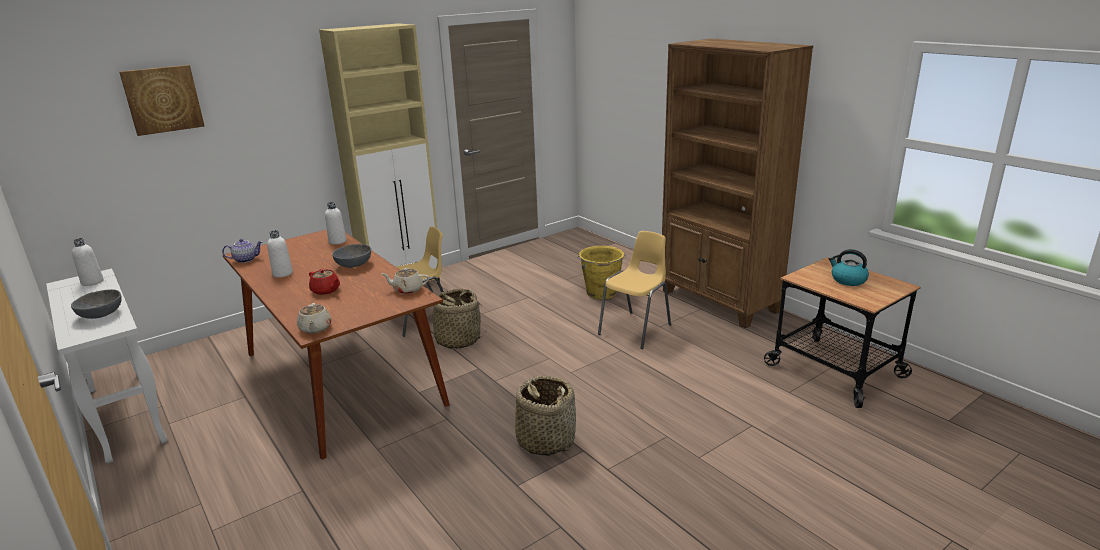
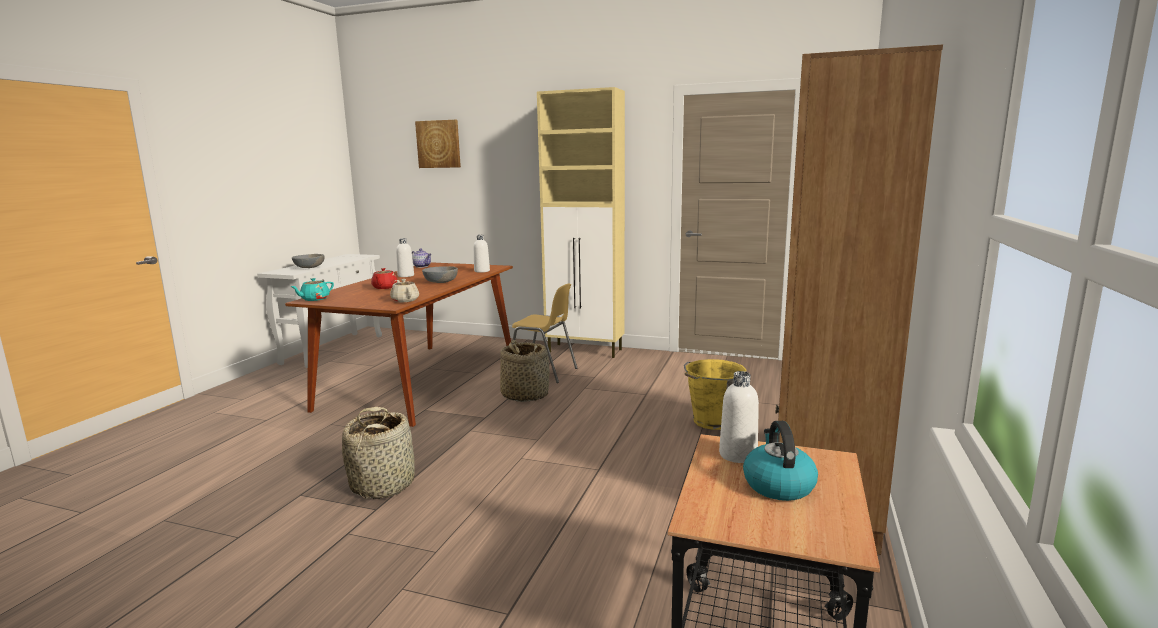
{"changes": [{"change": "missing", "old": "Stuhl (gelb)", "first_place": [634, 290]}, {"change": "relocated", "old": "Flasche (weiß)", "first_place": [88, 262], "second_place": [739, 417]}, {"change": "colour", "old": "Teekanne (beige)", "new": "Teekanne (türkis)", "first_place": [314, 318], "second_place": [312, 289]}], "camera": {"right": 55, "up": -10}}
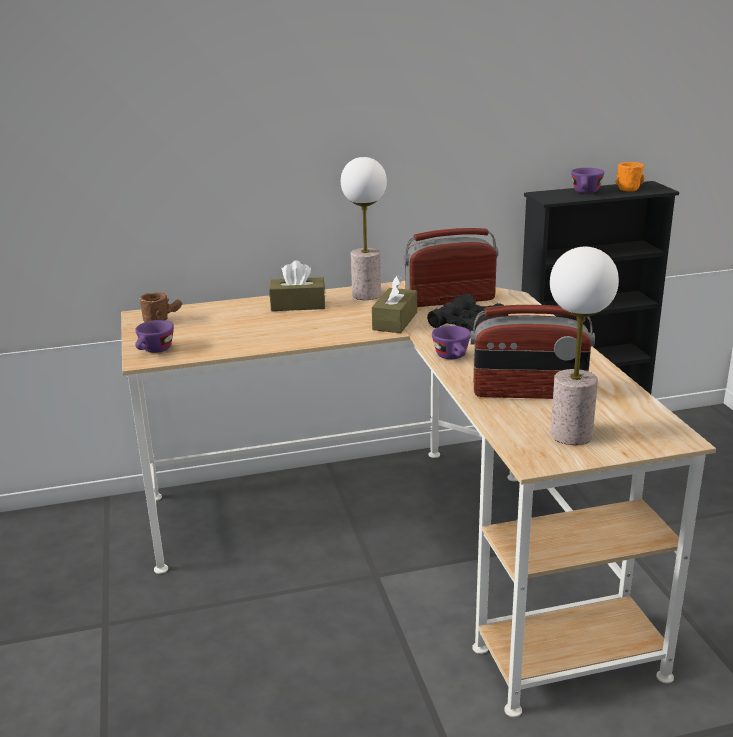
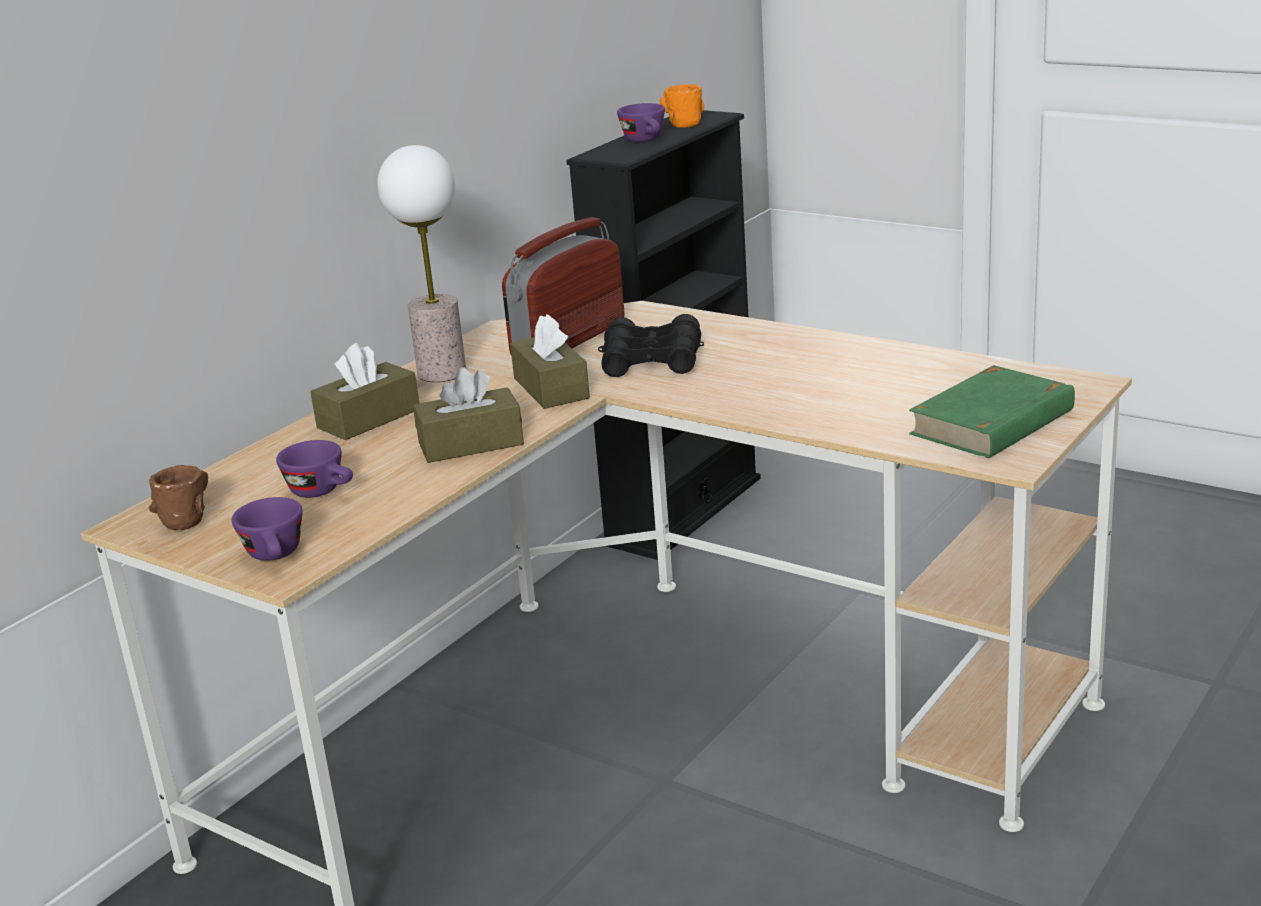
{"changes": [{"change": "exchanged", "old": "Tischlampe", "new": "Buch (grün)", "first_place": [584, 346], "second_place": [992, 411]}, {"change": "missing", "old": "Radio", "first_place": [532, 352]}, {"change": "relocated", "old": "Tasse (lila)", "first_place": [451, 342], "second_place": [314, 469]}, {"change": "appeared", "new": "Taschentuchbox (braun)", "second_place": [468, 415]}], "camera": {"right": -40, "up": 0}}
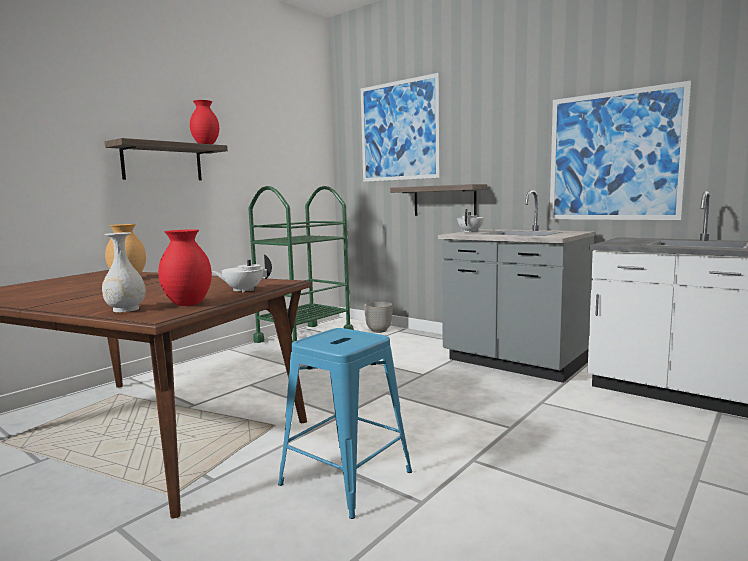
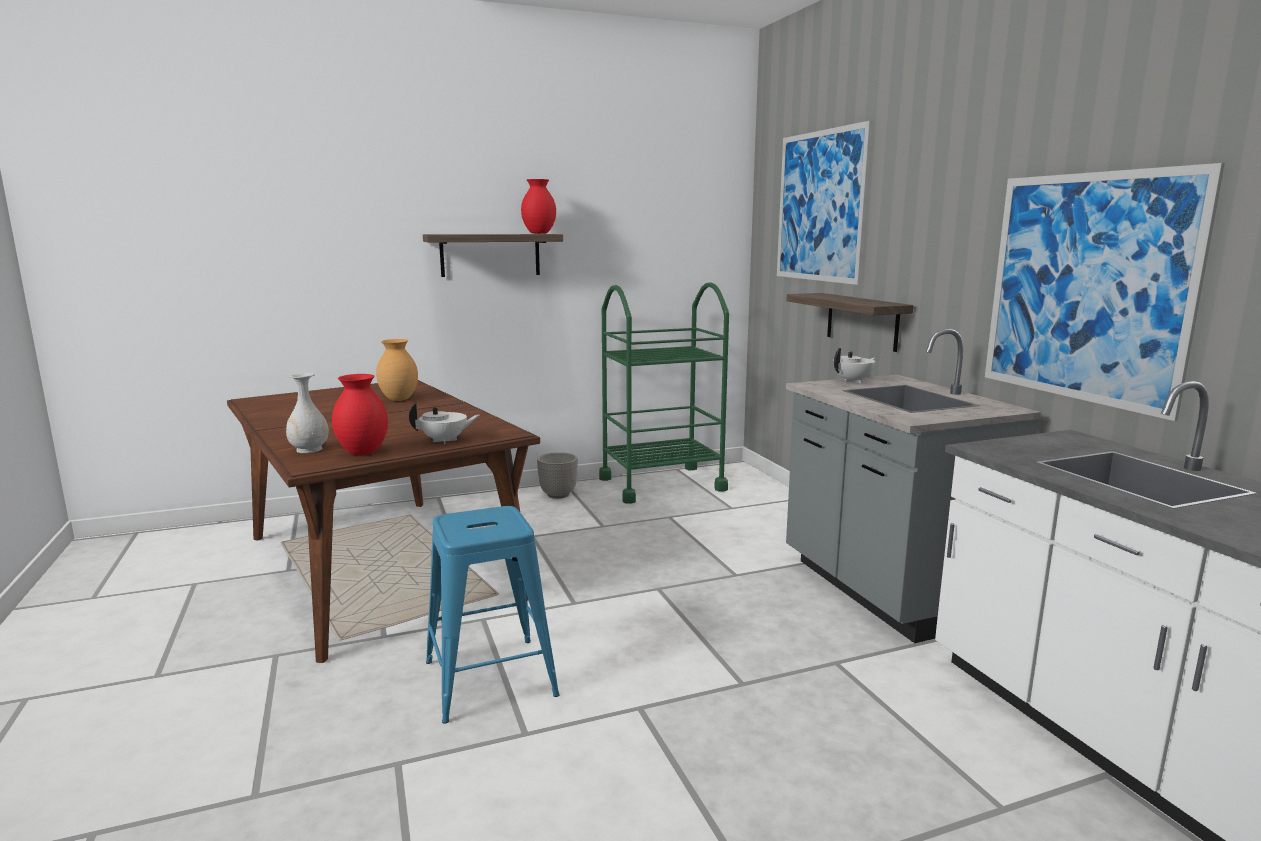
{"changes": [{"change": "spun", "old": "Teekanne (weiß)", "first_place": [242, 273], "second_place": [444, 423], "degrees": 135}, {"change": "relocated", "old": "Pflanzkübel", "first_place": [378, 317], "second_place": [557, 475]}], "camera": {"right": 30, "up": 5}}
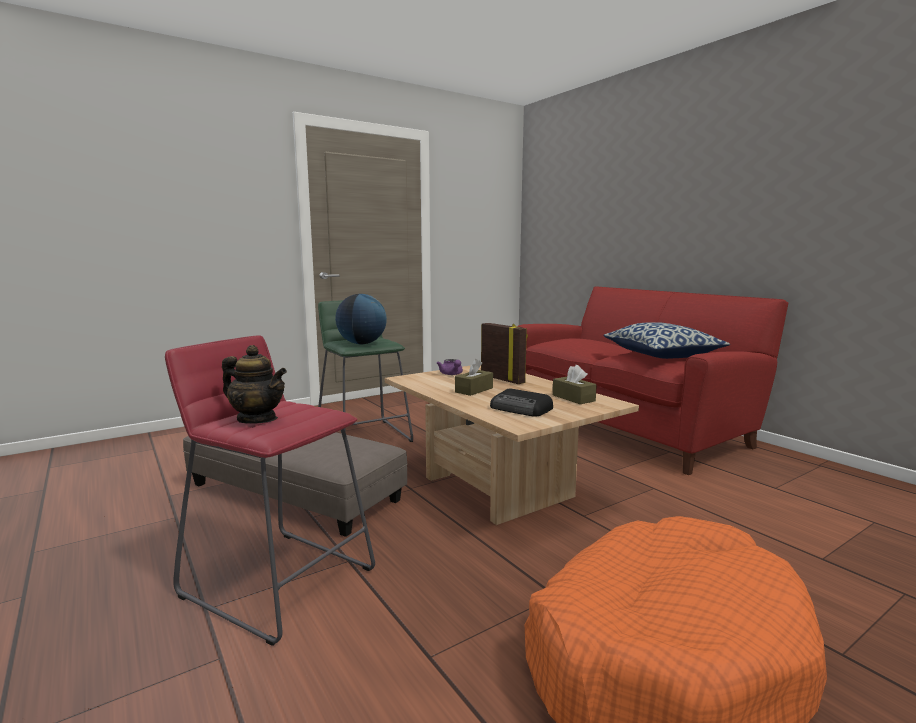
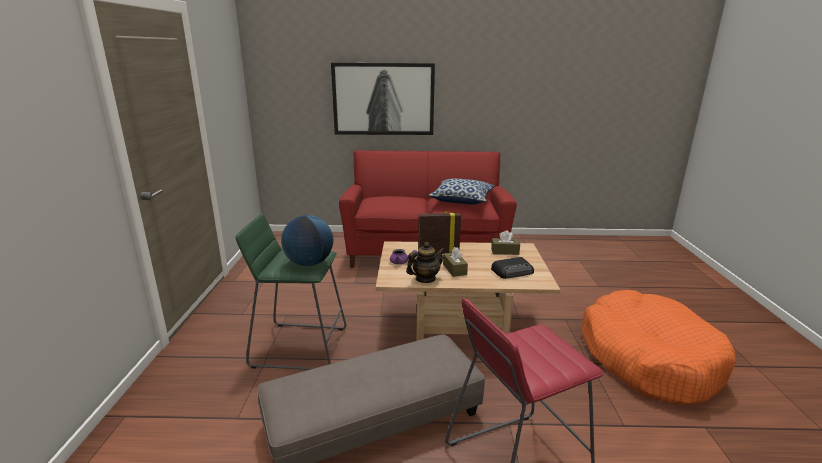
{"changes": [{"change": "relocated", "old": "Teekanne", "first_place": [254, 384], "second_place": [425, 262]}, {"change": "appeared", "new": "Bild", "second_place": [383, 99]}], "camera": {"right": -55, "up": 10}}
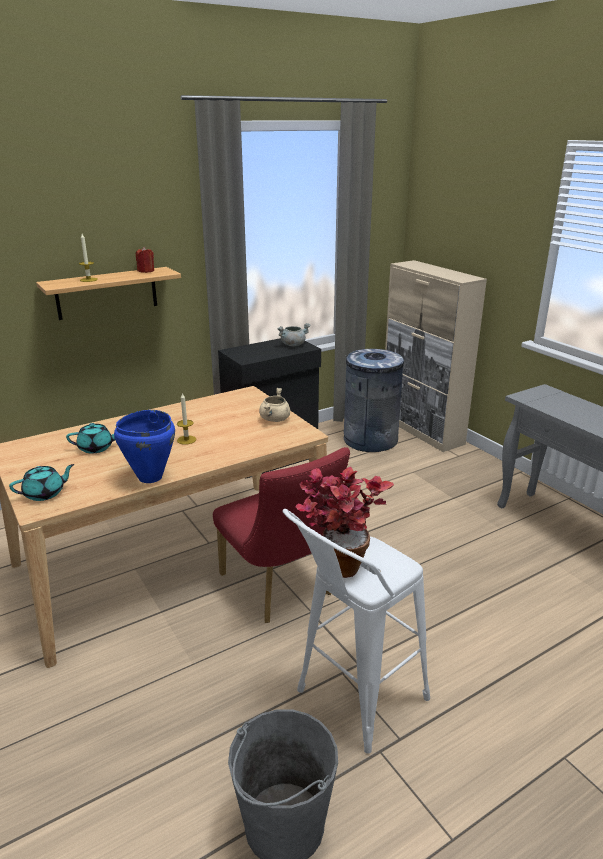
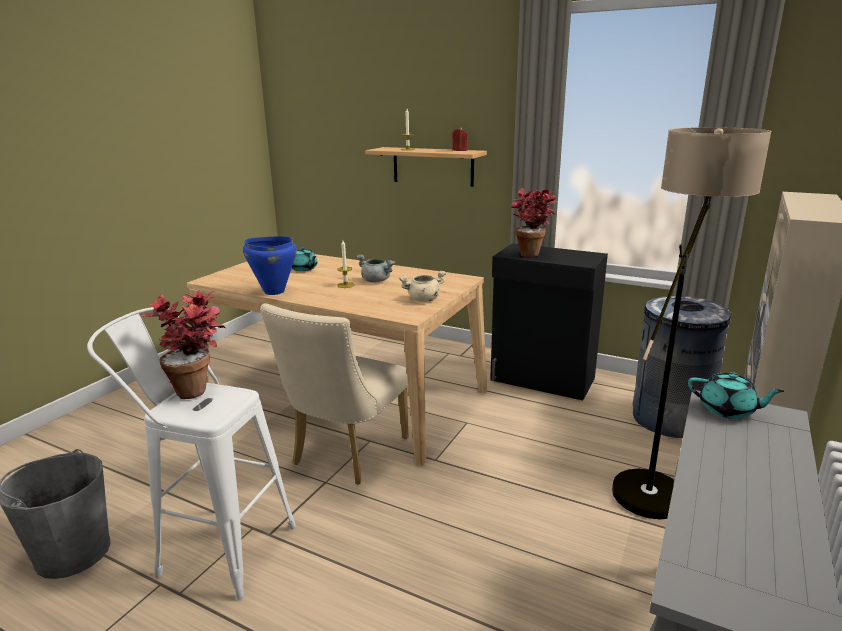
{"changes": [{"change": "relocated", "old": "Kochtopf (grau)", "first_place": [294, 334], "second_place": [375, 268]}, {"change": "colour", "old": "Stuhl (rot)", "new": "Stuhl (beige)", "first_place": [281, 535], "second_place": [334, 394]}, {"change": "relocated", "old": "Teekanne (türkis)", "first_place": [41, 482], "second_place": [736, 395]}, {"change": "appeared", "new": "Stehlampe", "second_place": [692, 323]}, {"change": "appeared", "new": "Topfpflanze", "second_place": [534, 222]}], "camera": {"right": 60, "up": -5}}
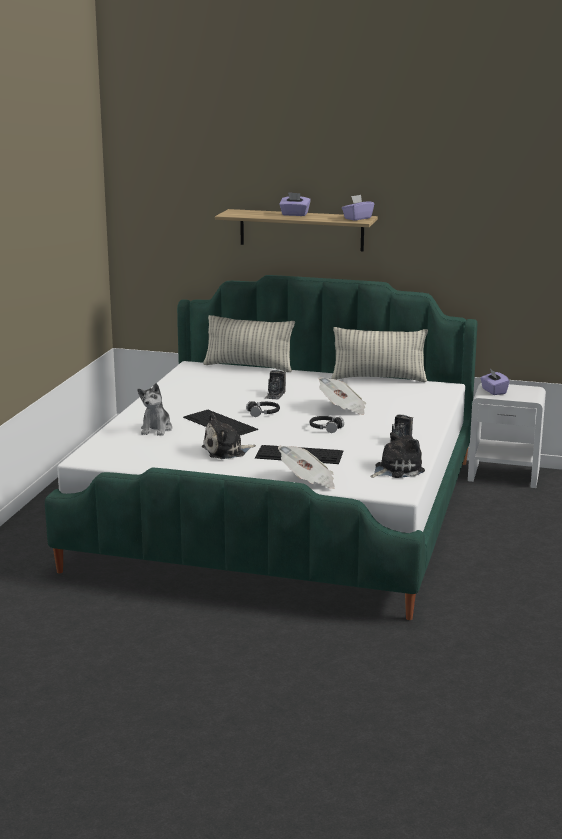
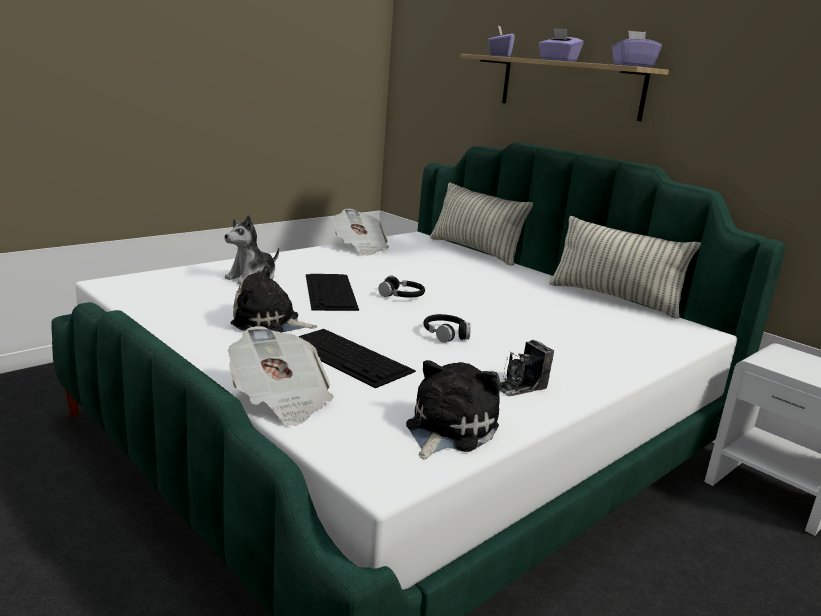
{"changes": [{"change": "relocated", "old": "Taschentuchbox (lila)", "first_place": [495, 382], "second_place": [501, 41]}, {"change": "missing", "old": "Kamera", "first_place": [275, 385]}, {"change": "relocated", "old": "Zeitung", "first_place": [342, 396], "second_place": [361, 232]}, {"change": "spun", "old": "Plüschtier", "first_place": [397, 455], "second_place": [453, 410], "degrees": -60}], "camera": {"right": 30, "up": 0}}
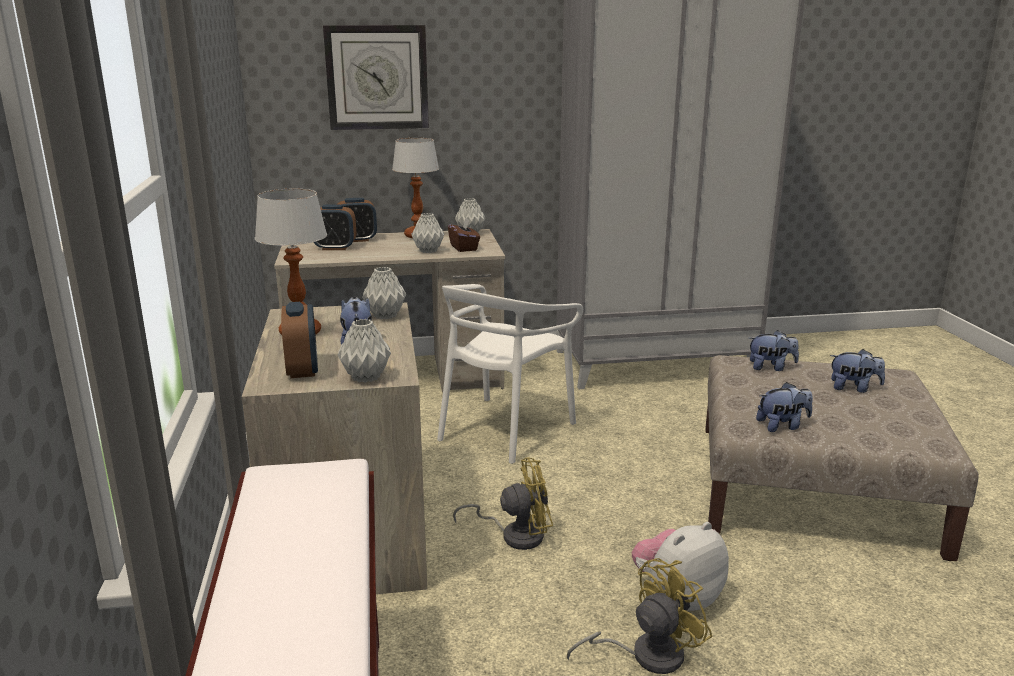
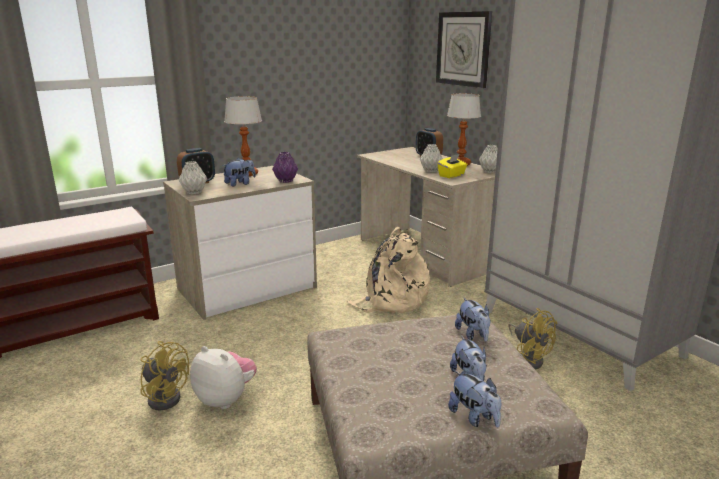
{"changes": [{"change": "missing", "old": "Wecker", "first_place": [335, 227]}, {"change": "colour", "old": "Taschentuchbox (braun)", "new": "Taschentuchbox (gelb)", "first_place": [464, 235], "second_place": [452, 166]}, {"change": "colour", "old": "Vase (grau)", "new": "Vase (lila)", "first_place": [384, 293], "second_place": [285, 167]}, {"change": "exchanged", "old": "Stuhl (weiß)", "new": "Rucksack (beige)", "first_place": [510, 374], "second_place": [388, 269]}, {"change": "relocated", "old": "Plüschtier", "first_place": [784, 407], "second_place": [474, 399]}, {"change": "relocated", "old": "Ventilator (gelb)", "first_place": [503, 504], "second_place": [532, 338]}], "camera": {"right": 65, "up": 0}}
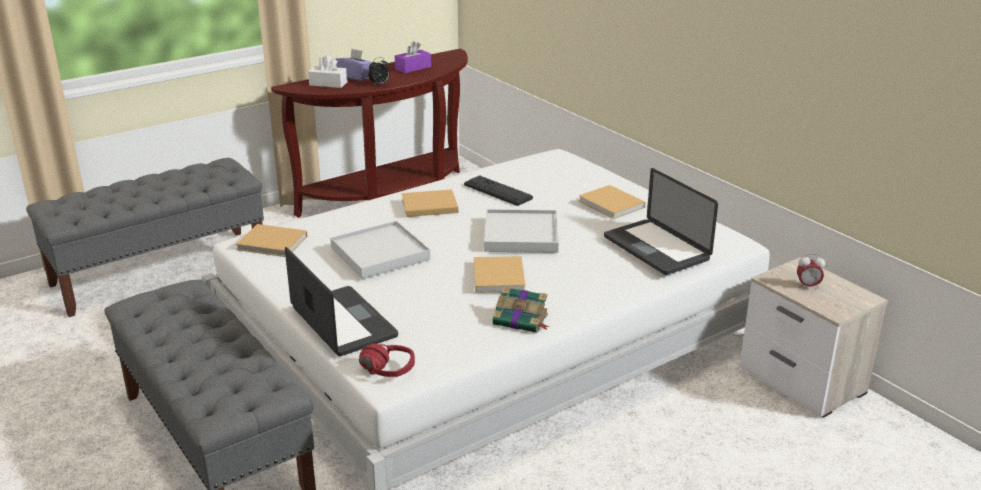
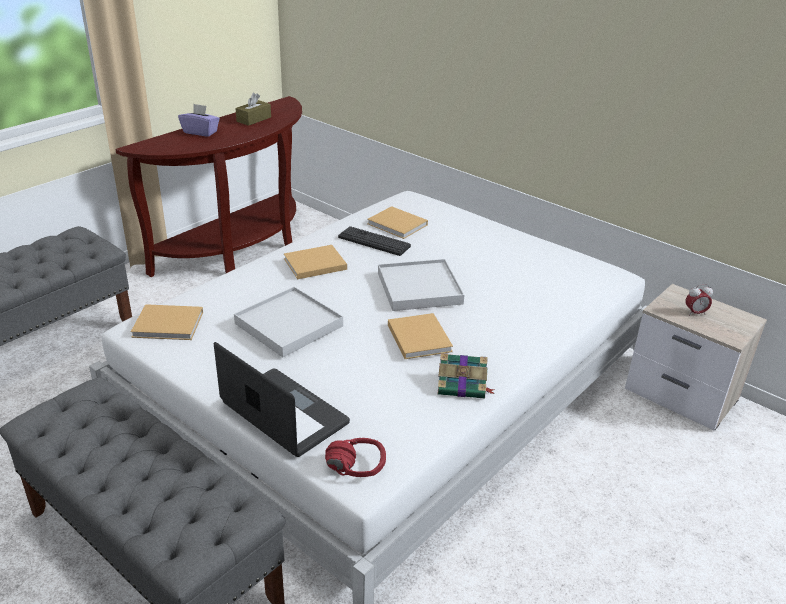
{"changes": [{"change": "colour", "old": "Taschentuchbox (lila)", "new": "Taschentuchbox (braun)", "first_place": [413, 57], "second_place": [253, 109]}, {"change": "missing", "old": "Taschentuchbox (weiß)", "first_place": [327, 71]}, {"change": "missing", "old": "Wecker", "first_place": [379, 71]}, {"change": "missing", "old": "Laptop", "first_place": [661, 221]}, {"change": "relocated", "old": "Buch (beige)", "first_place": [612, 202], "second_place": [397, 222]}], "camera": {"right": -15, "up": 5}}
